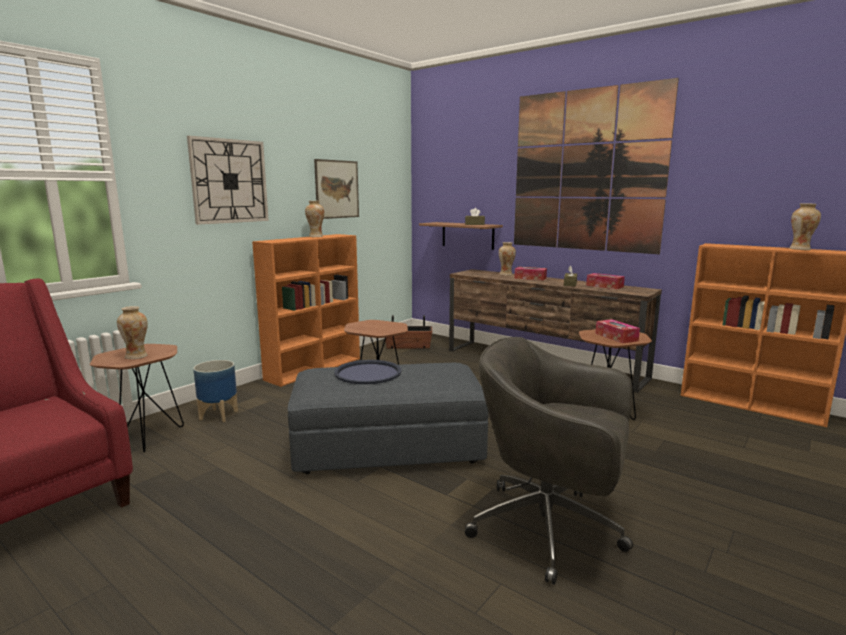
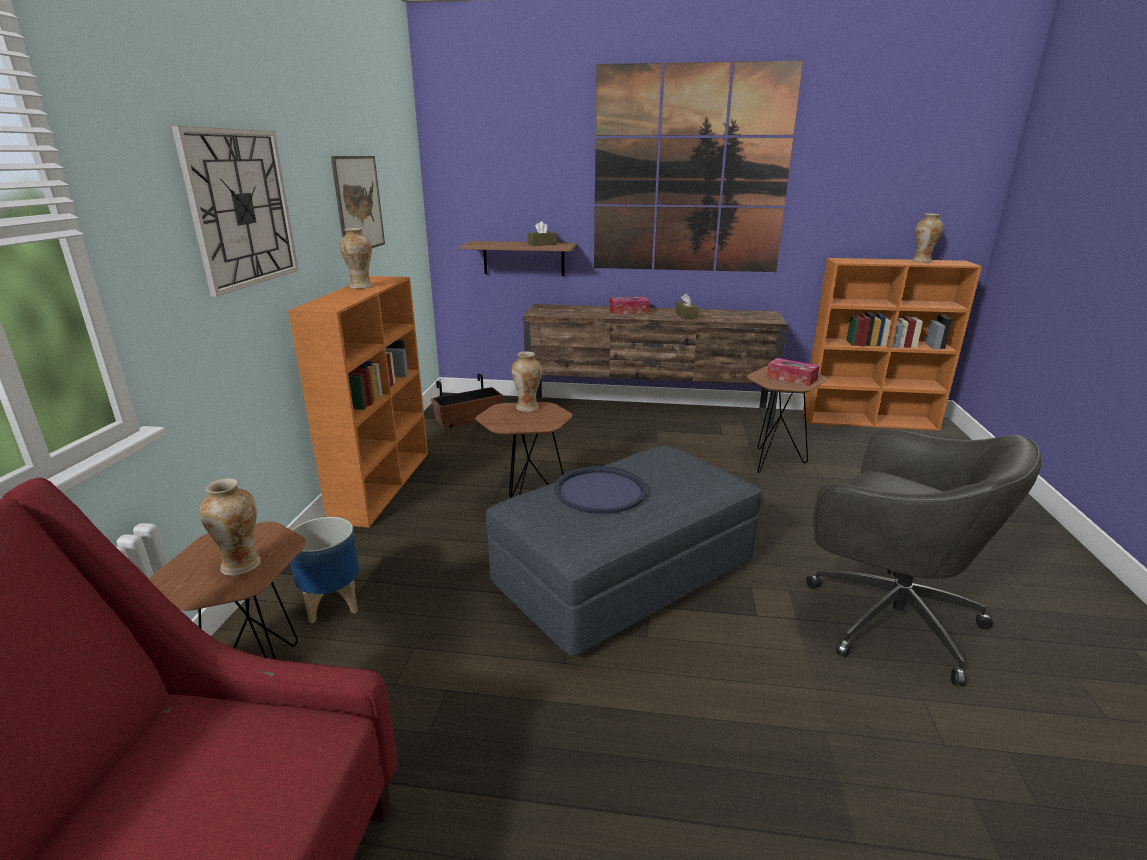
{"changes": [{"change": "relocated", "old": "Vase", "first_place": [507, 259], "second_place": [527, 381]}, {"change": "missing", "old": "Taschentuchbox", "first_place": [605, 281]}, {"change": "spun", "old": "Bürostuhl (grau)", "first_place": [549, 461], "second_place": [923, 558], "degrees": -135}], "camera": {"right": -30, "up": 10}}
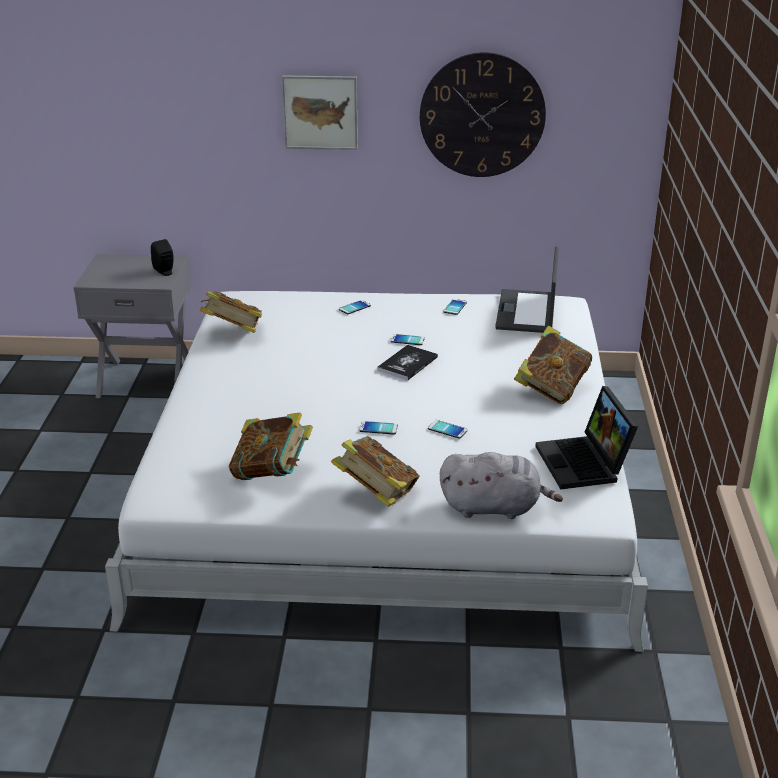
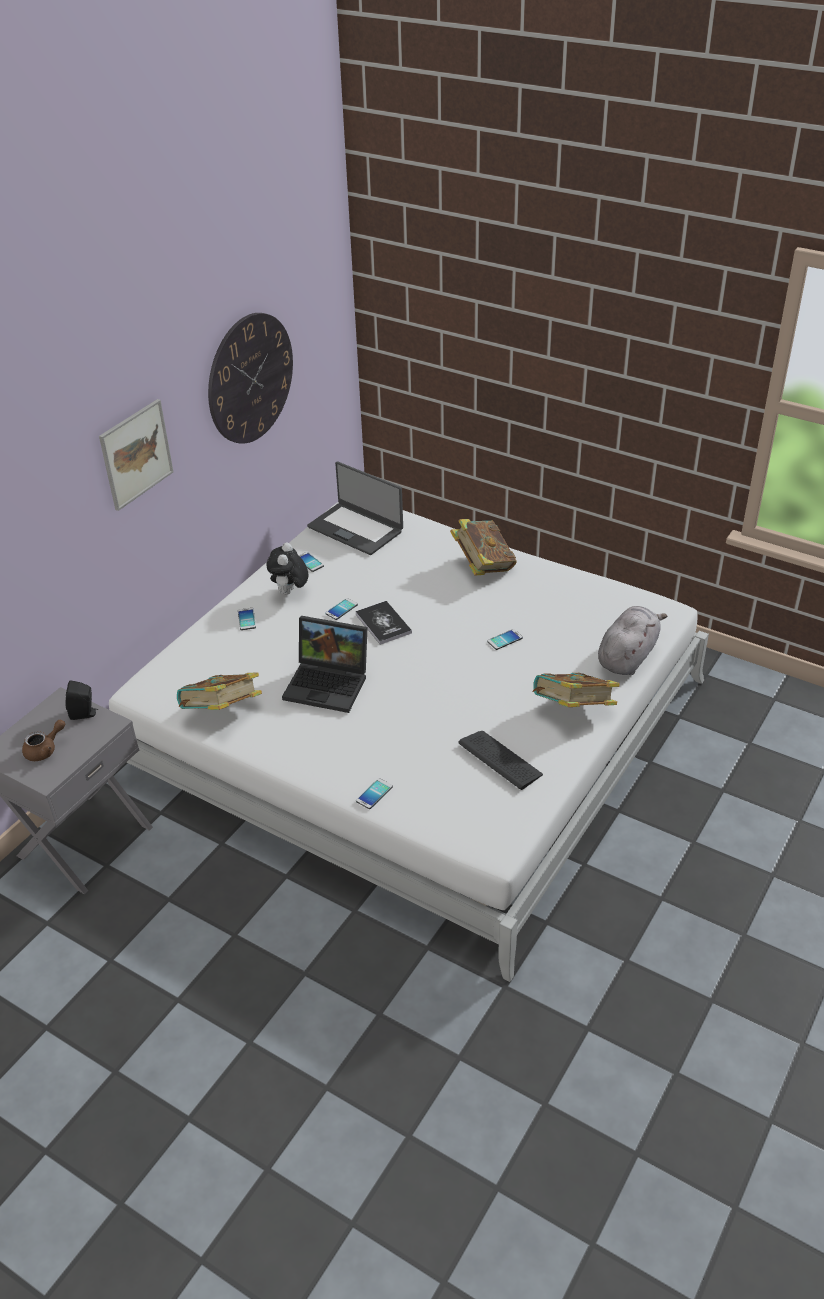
{"changes": [{"change": "relocated", "old": "Laptop", "first_place": [586, 438], "second_place": [324, 664]}, {"change": "exchanged", "old": "Buch", "new": "Tastatur", "first_place": [271, 446], "second_place": [500, 760]}, {"change": "relocated", "old": "Handy", "first_place": [378, 428], "second_place": [374, 793]}, {"change": "appeared", "new": "Plüschtier", "second_place": [287, 568]}, {"change": "appeared", "new": "Teekanne (braun)", "second_place": [43, 740]}], "camera": {"right": -60, "up": 10}}
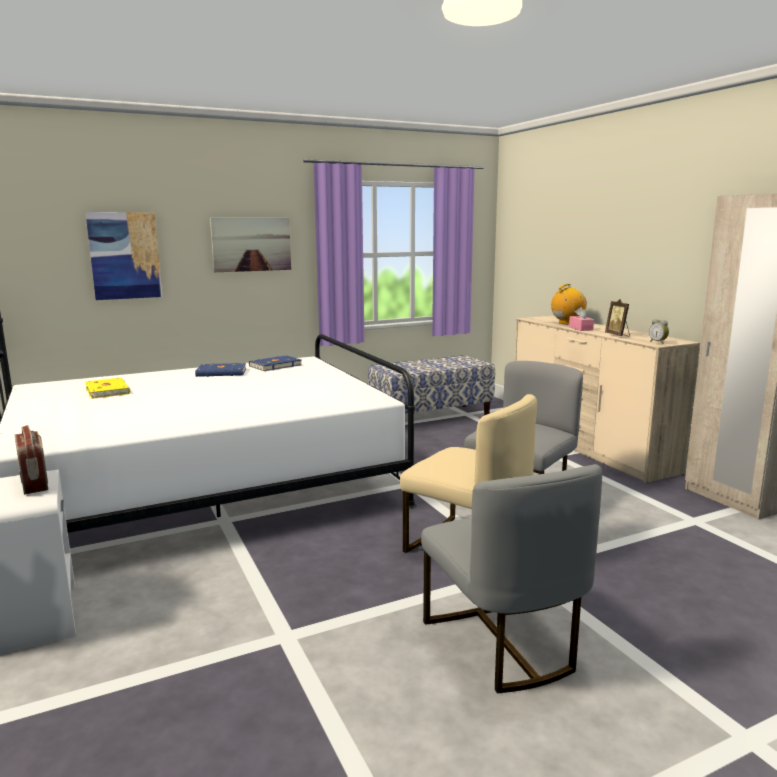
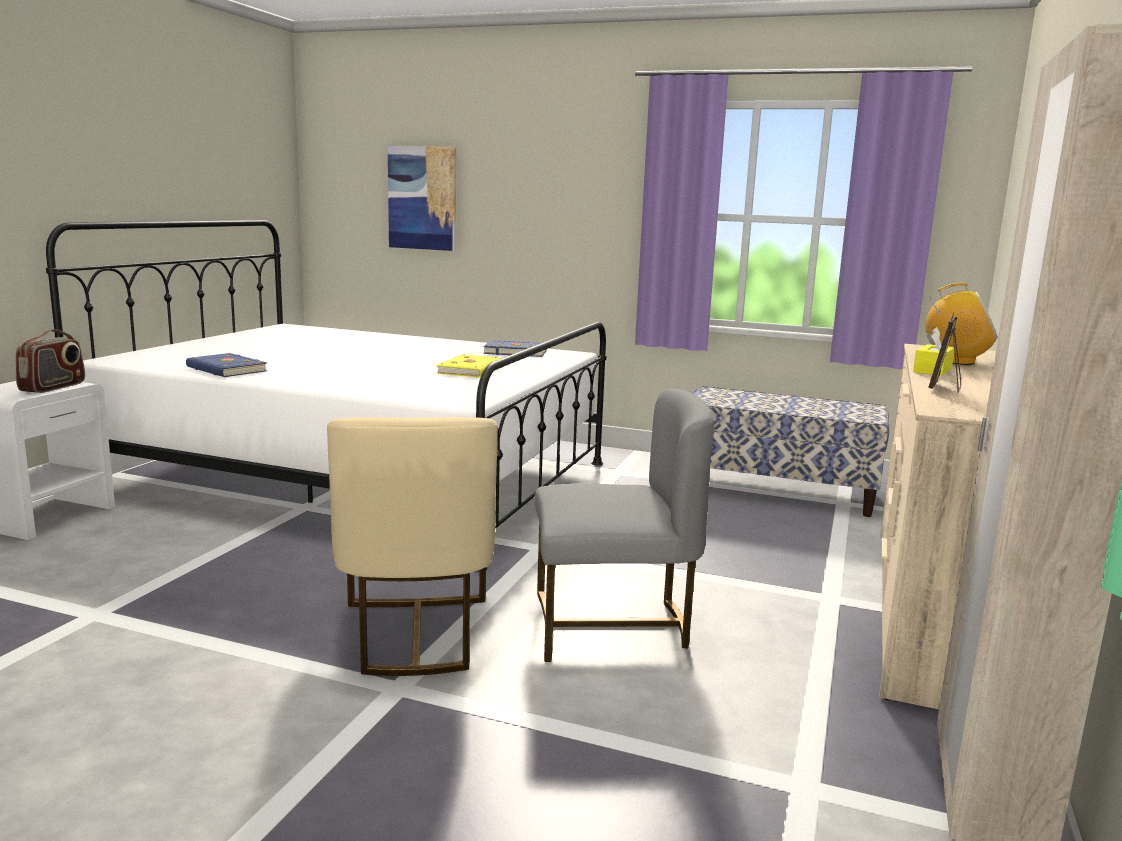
{"changes": [{"change": "missing", "old": "Bild", "first_place": [250, 244]}, {"change": "colour", "old": "Taschentuchbox (rosa)", "new": "Taschentuchbox (gelb)", "first_place": [581, 319], "second_place": [933, 351]}, {"change": "missing", "old": "Wecker", "first_place": [659, 331]}, {"change": "relocated", "old": "Buch (blau)", "first_place": [220, 370], "second_place": [226, 365]}, {"change": "relocated", "old": "Buch (gelb)", "first_place": [107, 388], "second_place": [468, 366]}, {"change": "missing", "old": "Stuhl (grau)", "first_place": [511, 578]}], "camera": {"right": 45, "up": 0}}
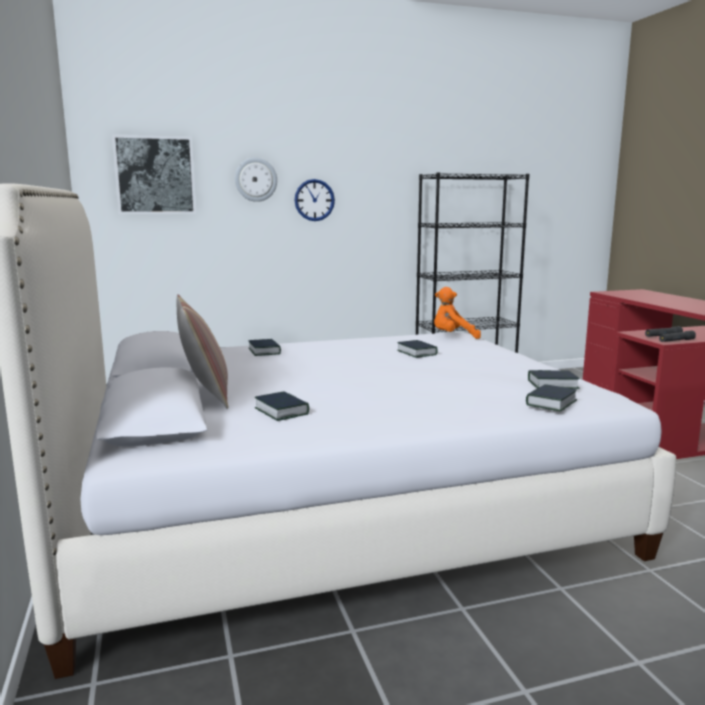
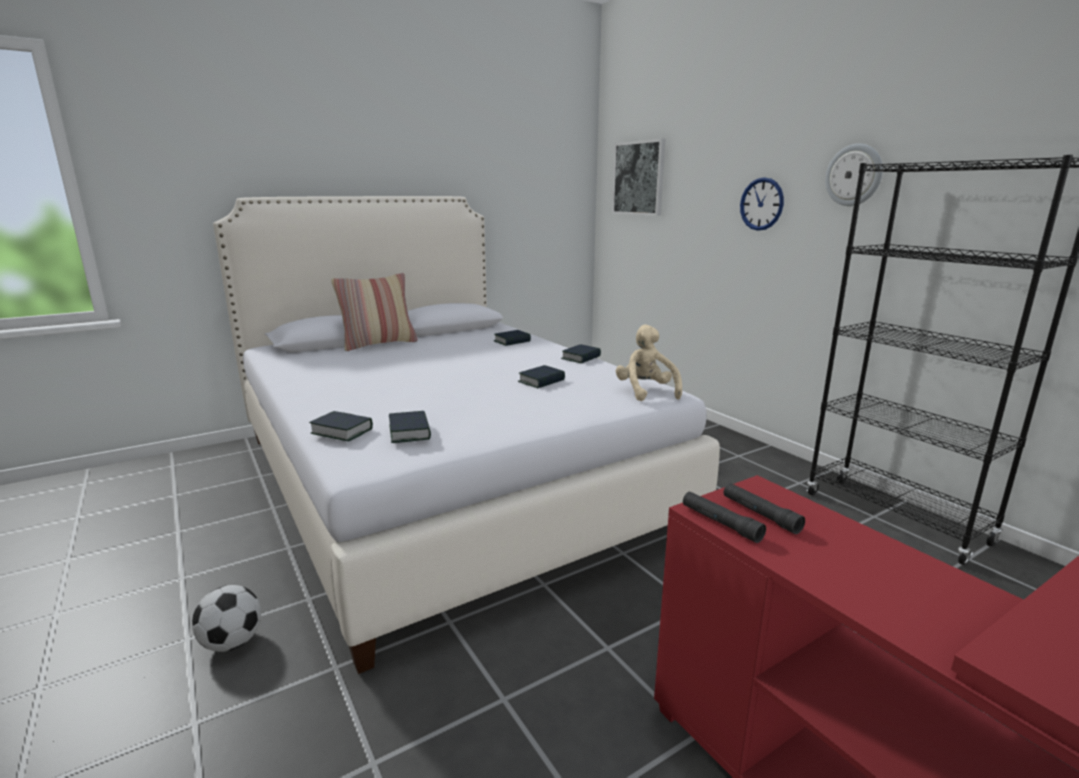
{"changes": [{"change": "relocated", "old": "Wanduhr", "first_place": [256, 180], "second_place": [854, 174]}, {"change": "colour", "old": "Plüschtier (orange)", "new": "Plüschtier (beige)", "first_place": [457, 313], "second_place": [649, 363]}, {"change": "relocated", "old": "Buch", "first_place": [282, 406], "second_place": [581, 353]}, {"change": "appeared", "new": "Fußball", "second_place": [226, 618]}], "camera": {"right": 75, "up": 5}}
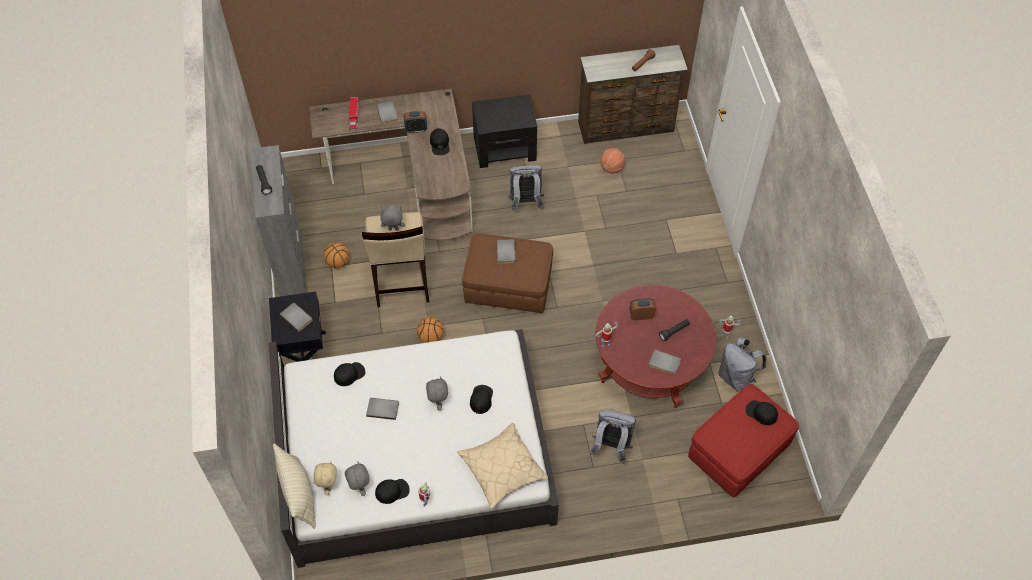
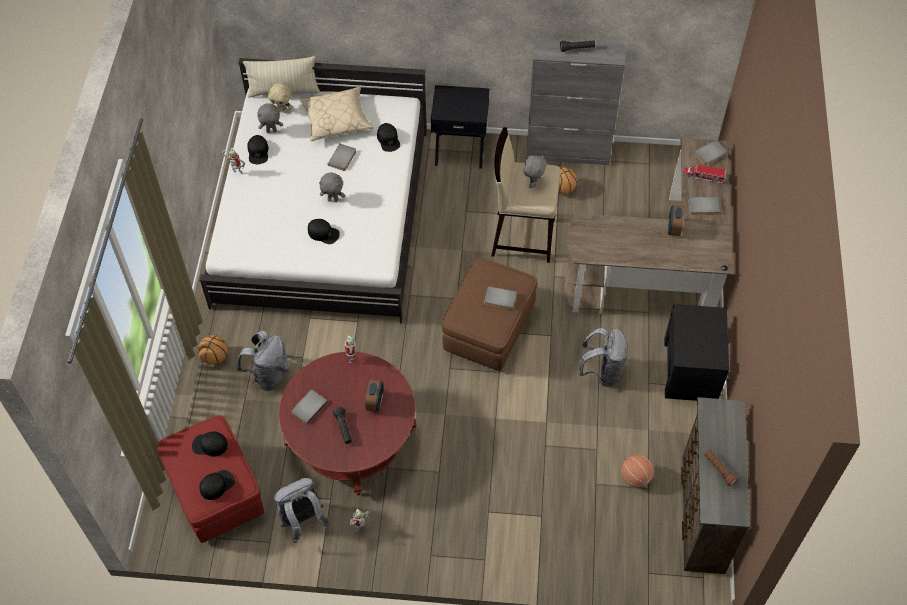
{"changes": [{"change": "relocated", "old": "Kappe (schwarz)", "first_place": [440, 141], "second_place": [210, 444]}, {"change": "relocated", "old": "Buch (grau)", "first_place": [296, 317], "second_place": [710, 153]}, {"change": "relocated", "old": "Basketball", "first_place": [430, 330], "second_place": [213, 350]}, {"change": "relocated", "old": "Kissen (beige)", "first_place": [502, 466], "second_place": [336, 113]}], "camera": {"right": 105, "up": 0}}
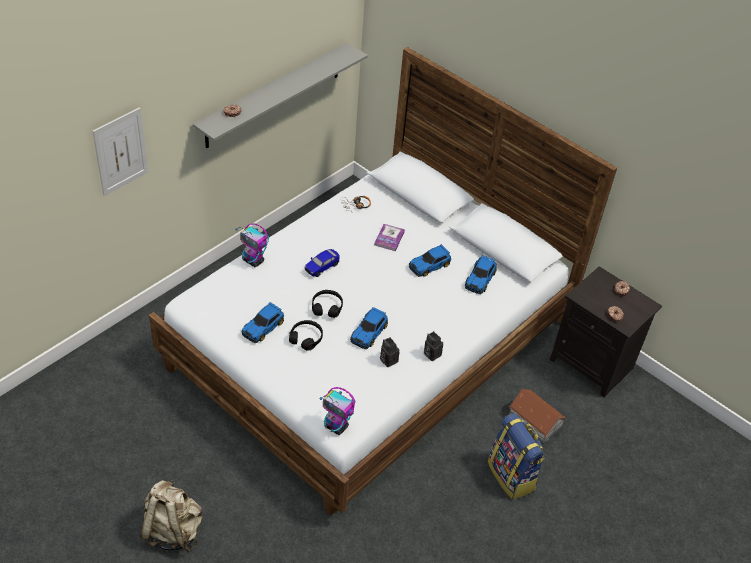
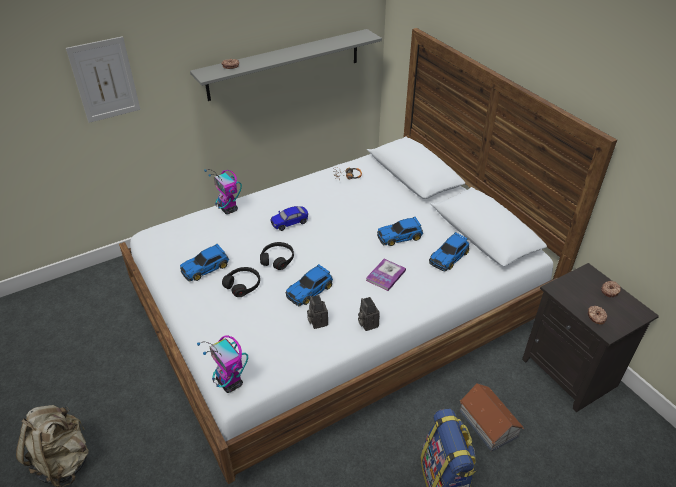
{"changes": [{"change": "relocated", "old": "Buch", "first_place": [389, 237], "second_place": [386, 275]}], "camera": {"right": 20, "up": -5}}
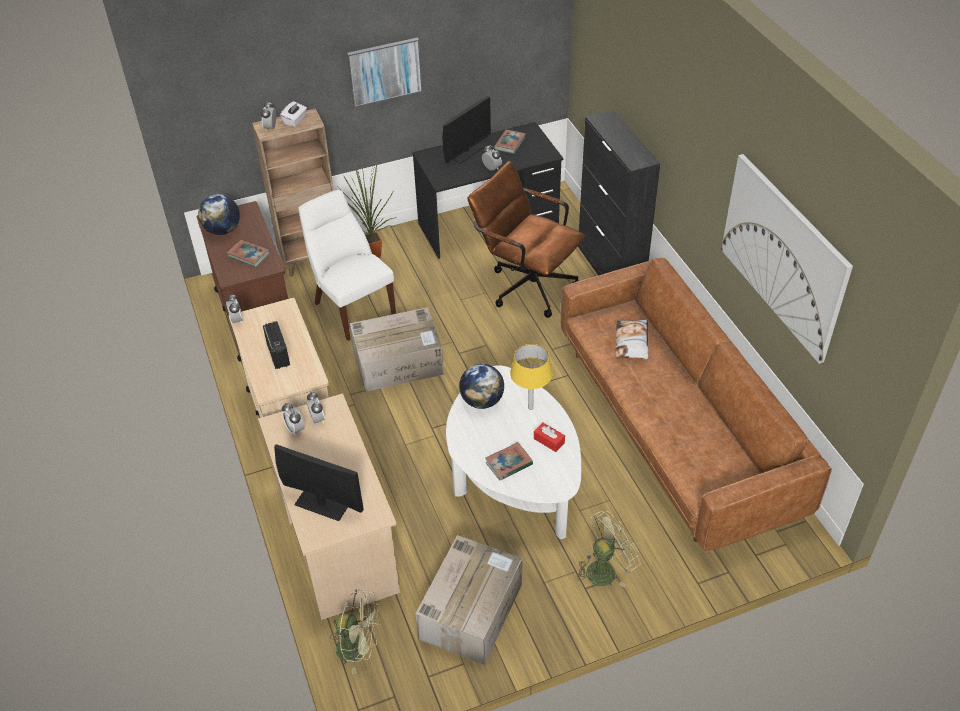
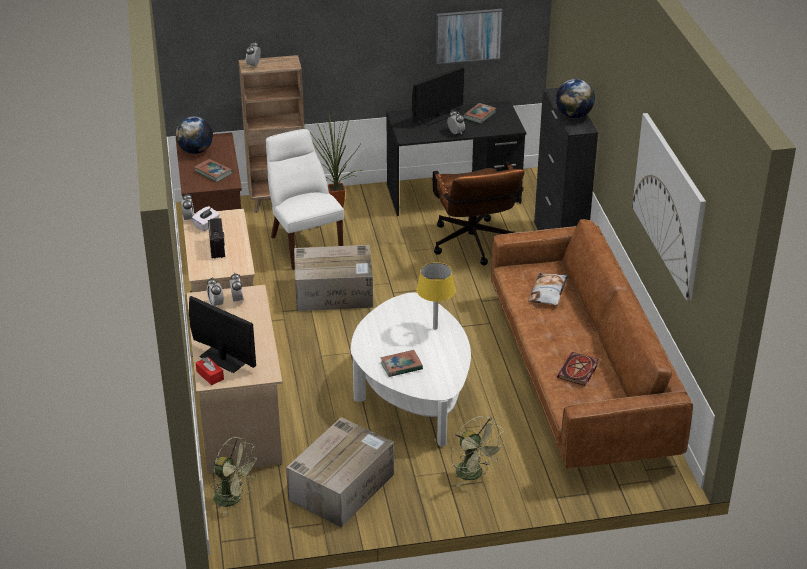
{"changes": [{"change": "relocated", "old": "Bild", "first_place": [385, 72], "second_place": [469, 37]}, {"change": "relocated", "old": "Taschentuchbox (weiß)", "first_place": [293, 114], "second_place": [206, 218]}, {"change": "spun", "old": "Bürostuhl (braun)", "first_place": [526, 239], "second_place": [478, 213], "degrees": -150}, {"change": "relocated", "old": "Globus", "first_place": [481, 386], "second_place": [575, 98]}, {"change": "relocated", "old": "Taschentuchbox (rot)", "first_place": [549, 437], "second_place": [210, 371]}, {"change": "spun", "old": "Ventilator (grün)", "first_place": [609, 549], "second_place": [477, 451], "degrees": 75}, {"change": "appeared", "new": "Buch", "second_place": [578, 369]}], "camera": {"right": 10, "up": -10}}
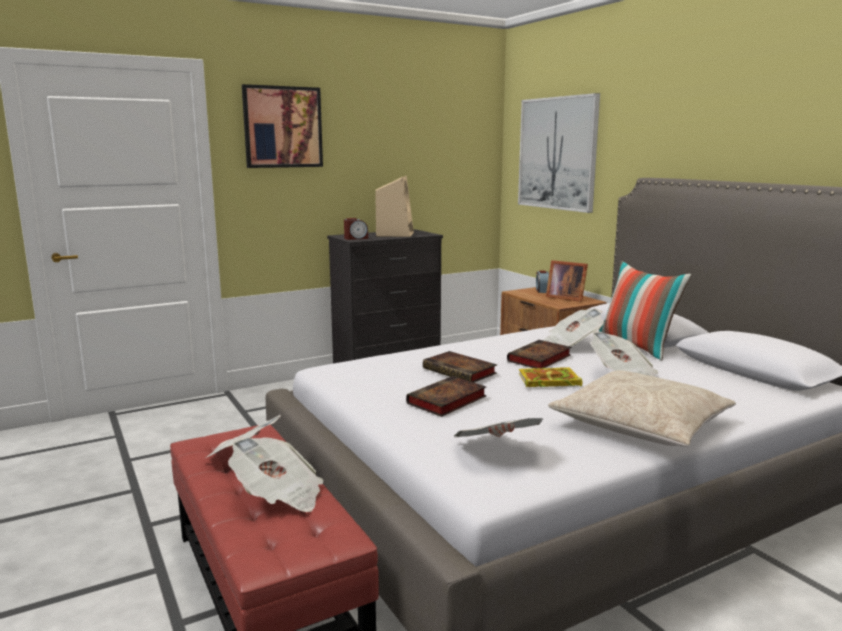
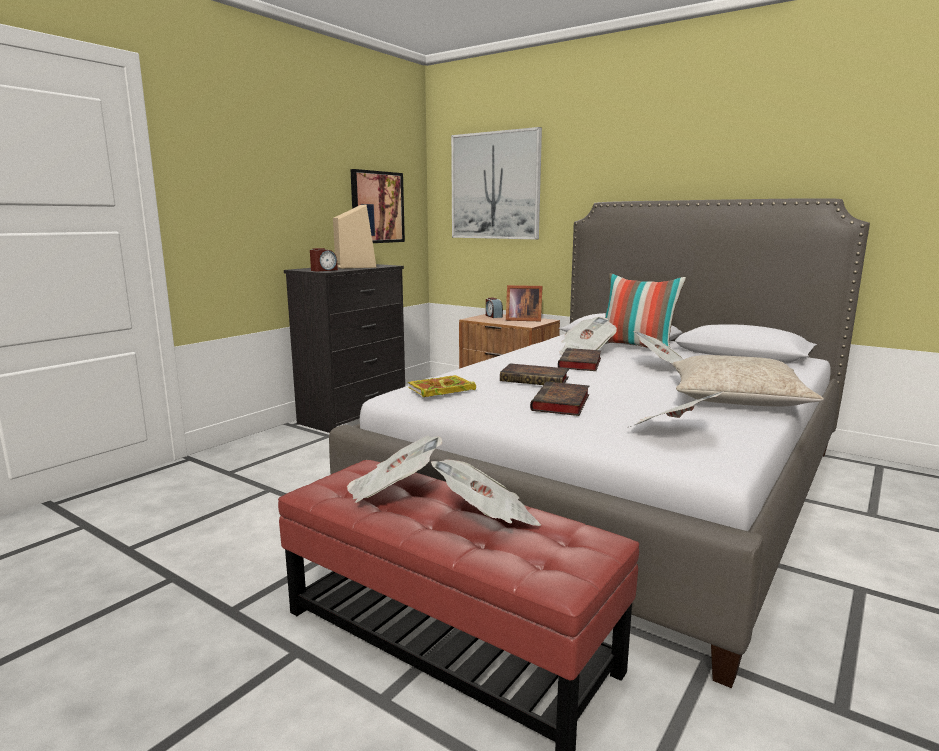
{"changes": [{"change": "relocated", "old": "Bild", "first_place": [282, 126], "second_place": [377, 206]}, {"change": "relocated", "old": "Buch", "first_place": [550, 377], "second_place": [442, 386]}], "camera": {"right": -25, "up": 0}}
